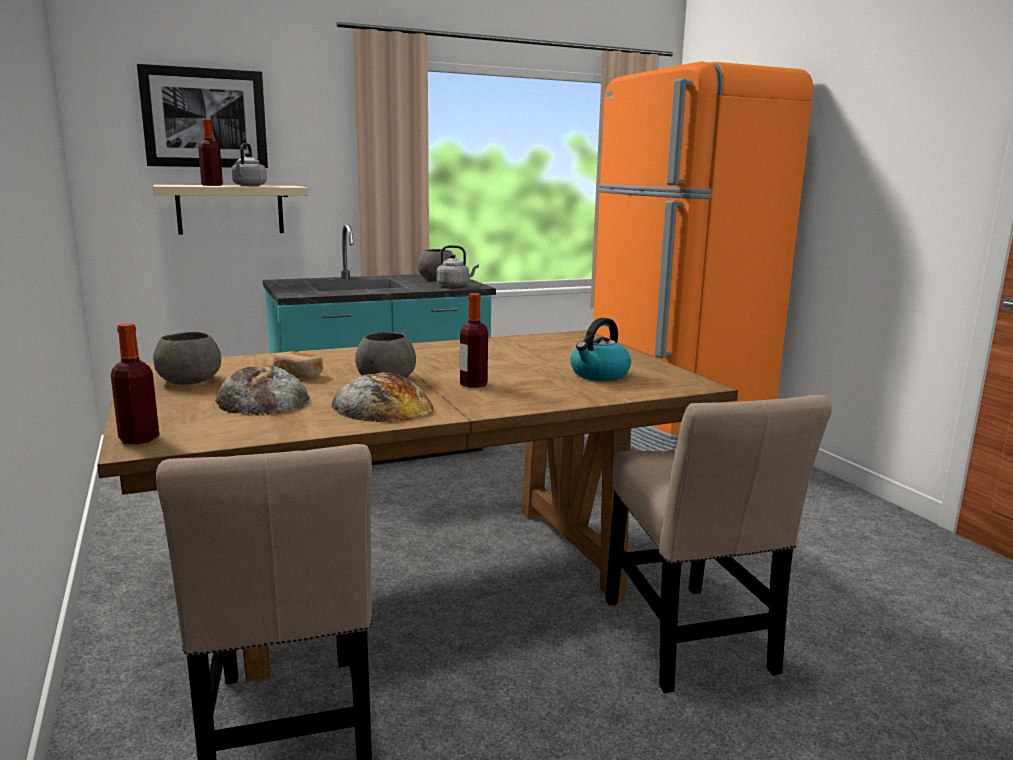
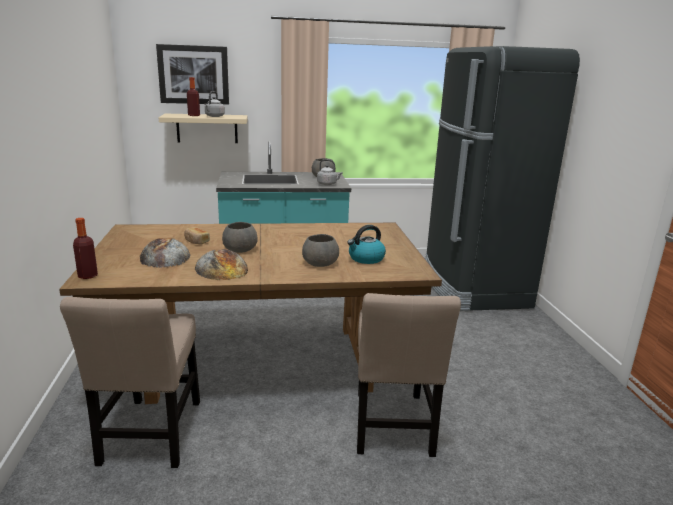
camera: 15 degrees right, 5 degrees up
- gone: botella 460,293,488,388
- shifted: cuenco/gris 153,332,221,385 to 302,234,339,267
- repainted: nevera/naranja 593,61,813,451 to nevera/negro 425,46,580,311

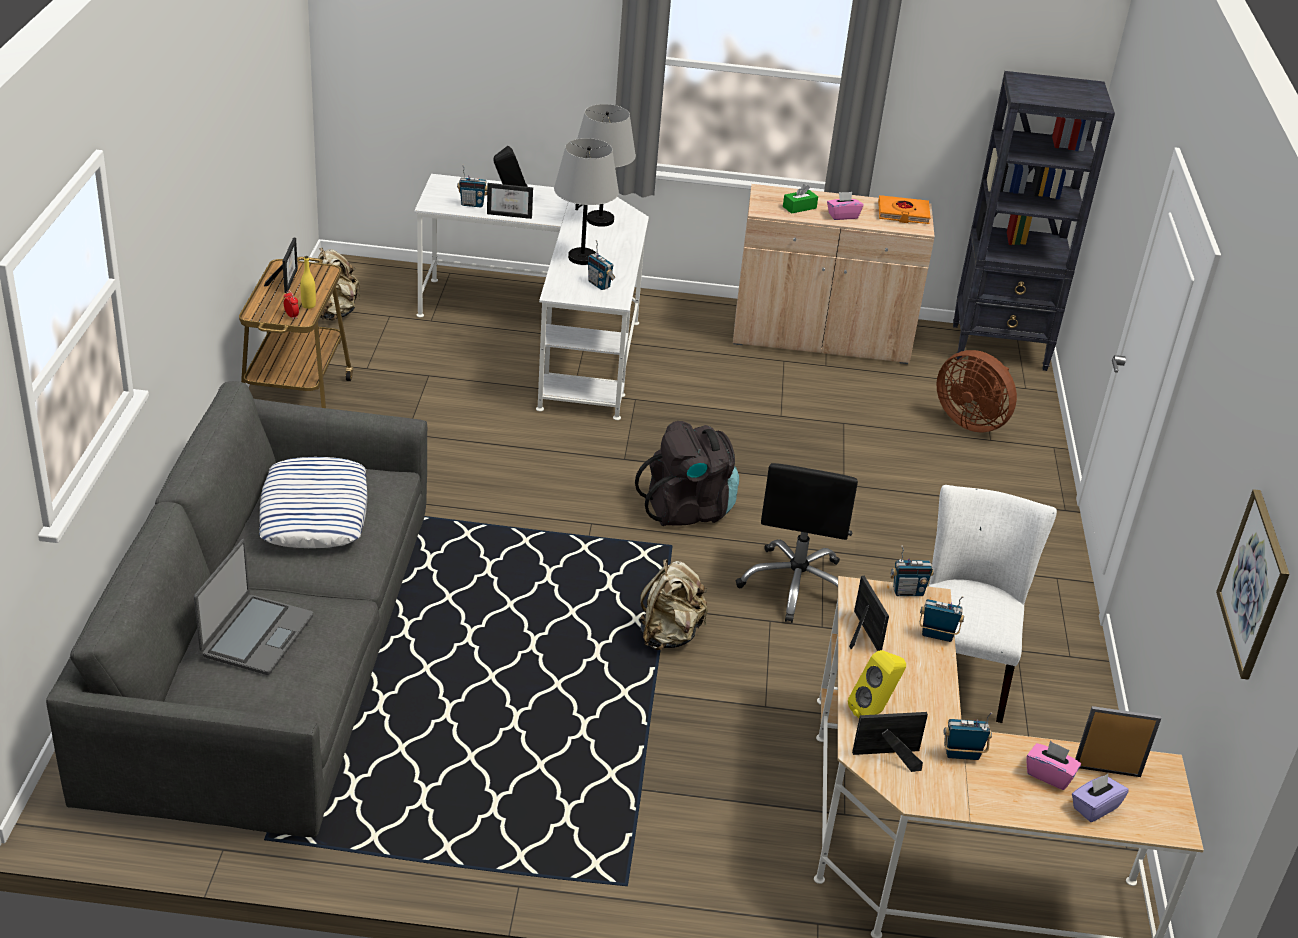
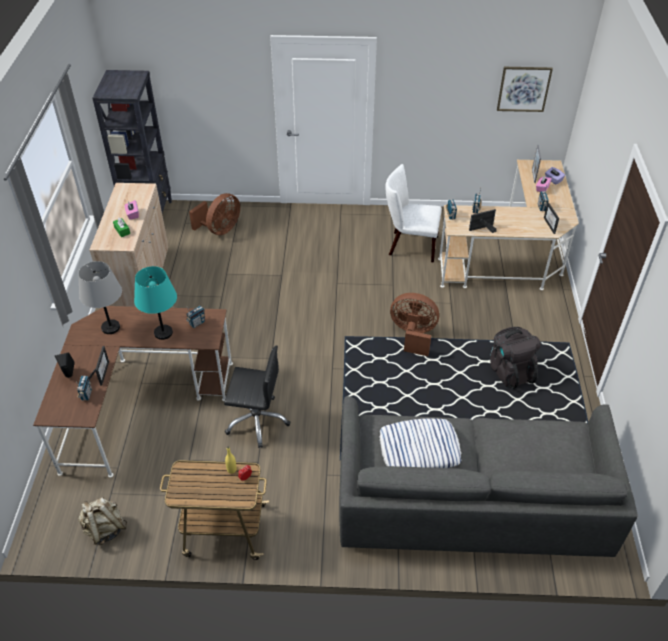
camera: 90 degrees left, 10 degrees up
- gone: portátil 194,539,313,675
- gone: portarretratos 264,237,298,293
- gone: altavoz/amarillo 848,650,906,718
- gone: libro/naranja 878,195,931,224
- shifted: mochila/negro 635,421,739,526 to 490,327,541,389
- shifted: silla de oficina/negro 736,463,858,623 to 224,345,290,448
- swapped: mochila/beis 640,559,708,650 to ventilador/marrón 390,293,439,356
- repainted: escritorio/blanco 414,174,649,420 to escritorio/marrón 33,306,233,478
- repainted: lámpara de mesa/gris 554,138,619,265 to lámpara de mesa/turquesa 134,266,177,340

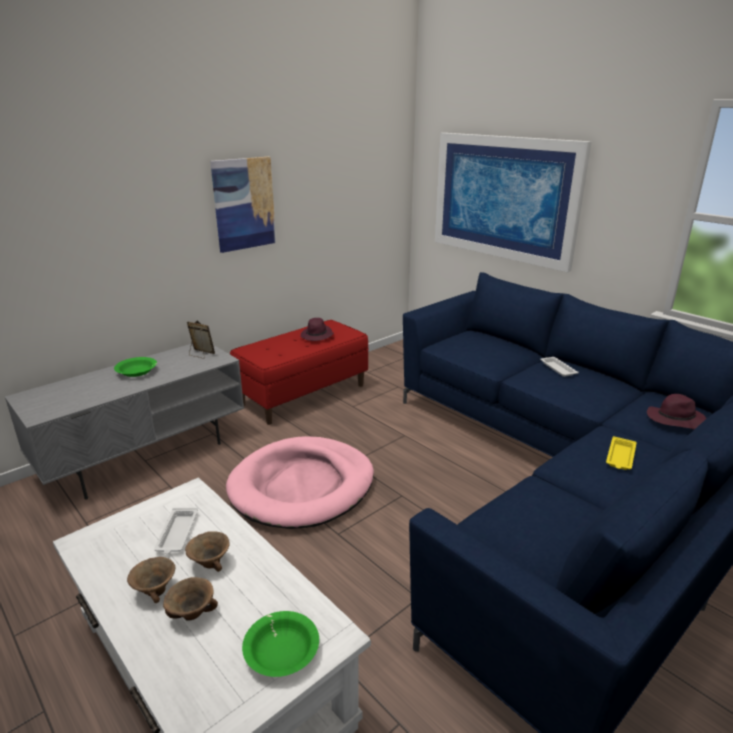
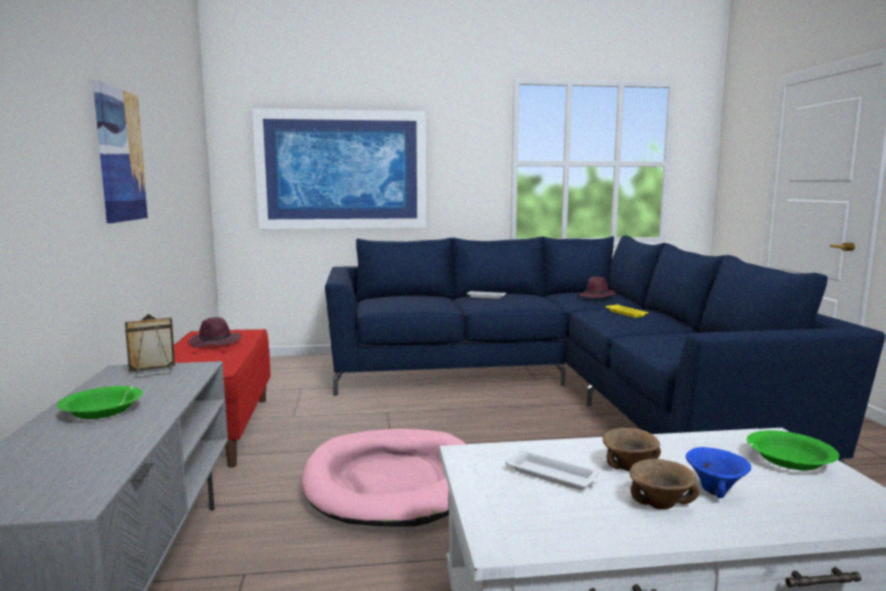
camera: 55 degrees left, 15 degrees down
- repainted: cuenco/marrón 163,577,218,621 to cuenco/azul 686,447,751,498

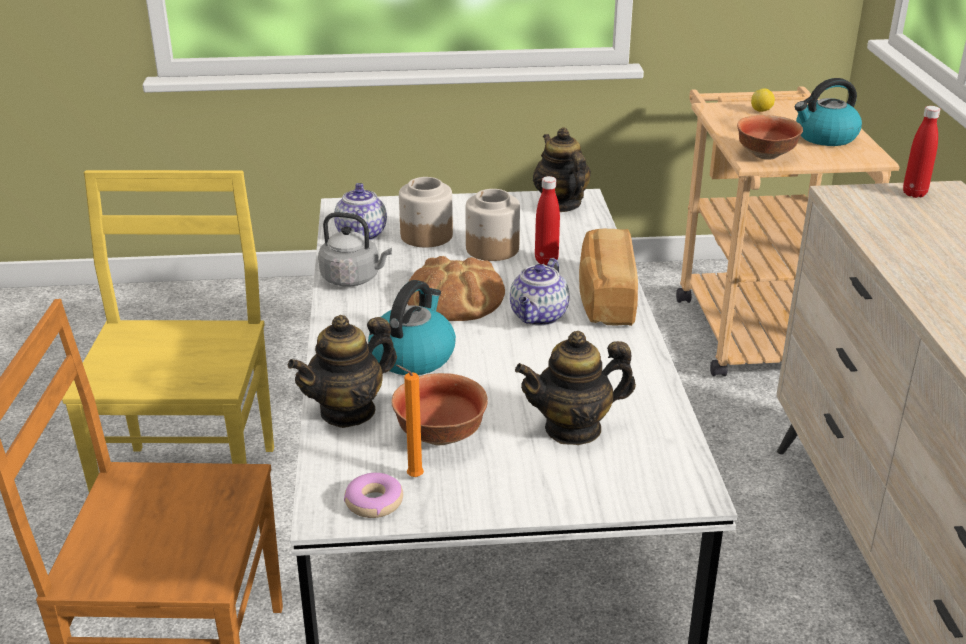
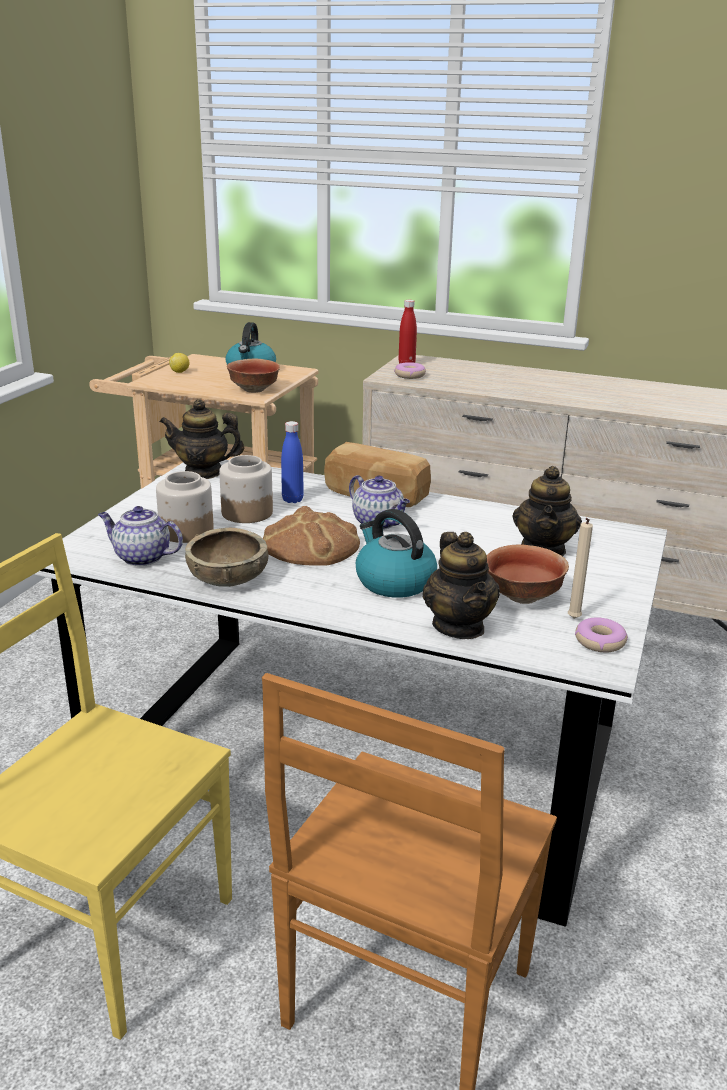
camera: 65 degrees left, 5 degrees down
- new: rosquilla 394,362,426,379
- swapped: hervidor/gris 318,212,392,287 to cuenco/marrón 185,528,269,587
- repainted: vela/naranja 396,365,424,477 to vela/beis 568,518,593,619
- repainted: botella/rojo 535,176,560,265 to botella/azul 281,421,304,503

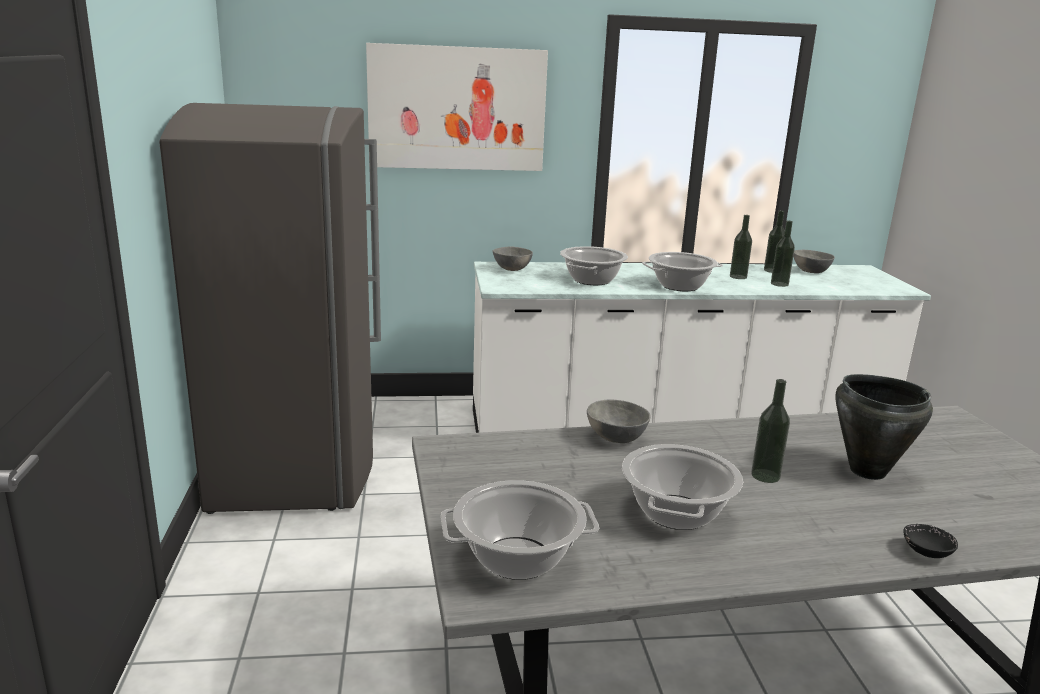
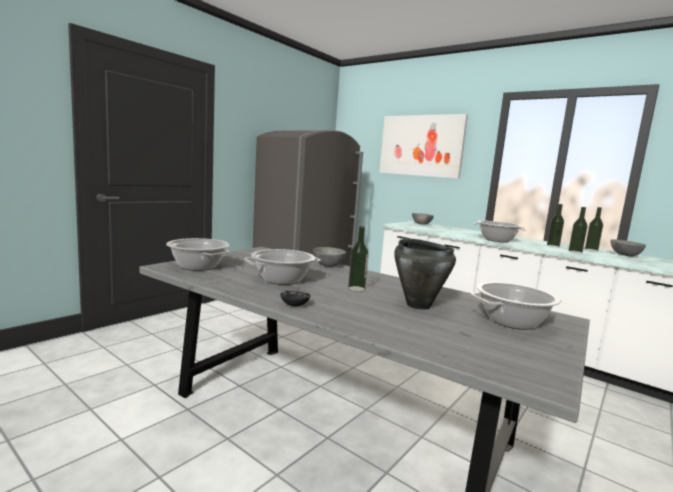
camera: 45 degrees right, 10 degrees down
- shifted: olla 560,246,628,285 to 471,282,562,330
- shifted: cuenco/negro 903,524,958,558 to 280,290,311,306

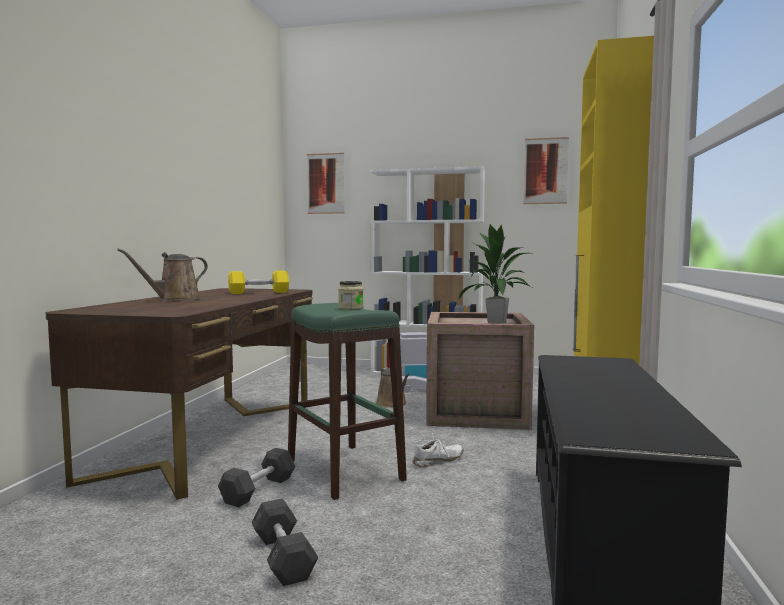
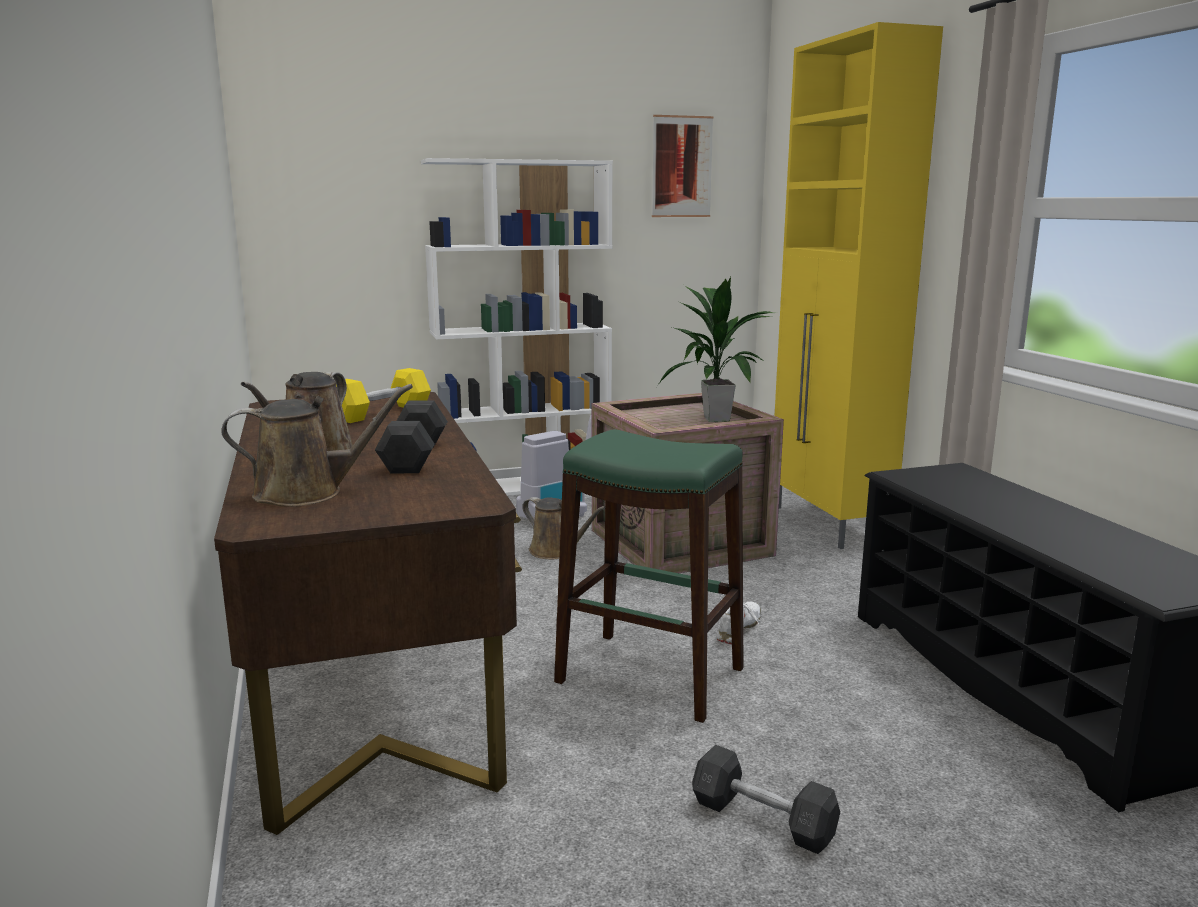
camera: 30 degrees left, 10 degrees up
- gone: cuadro 307,153,345,214
- gone: tarro 338,281,364,310
- new: regadera/marrón 221,384,413,507
- shifted: mancuerna/gris 218,448,295,507 to 375,400,448,473

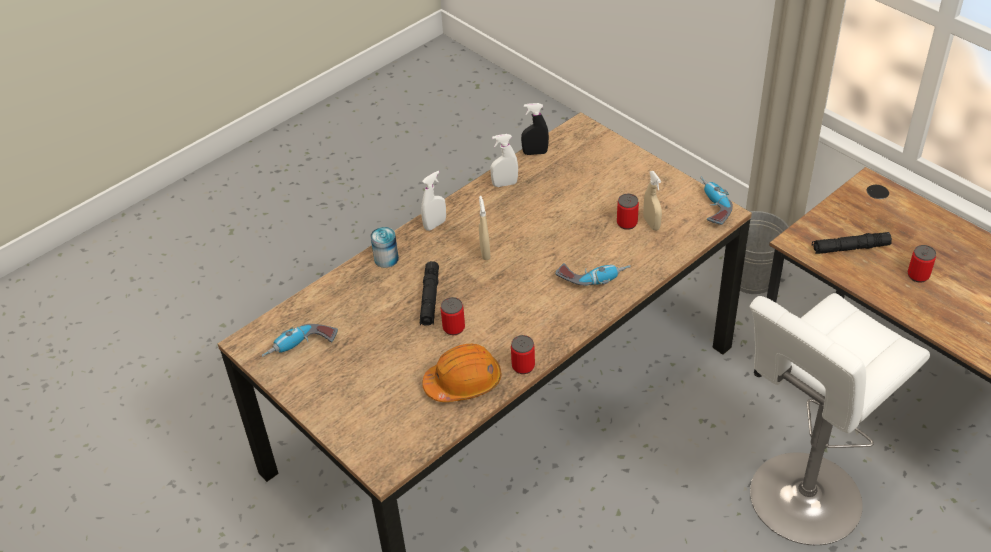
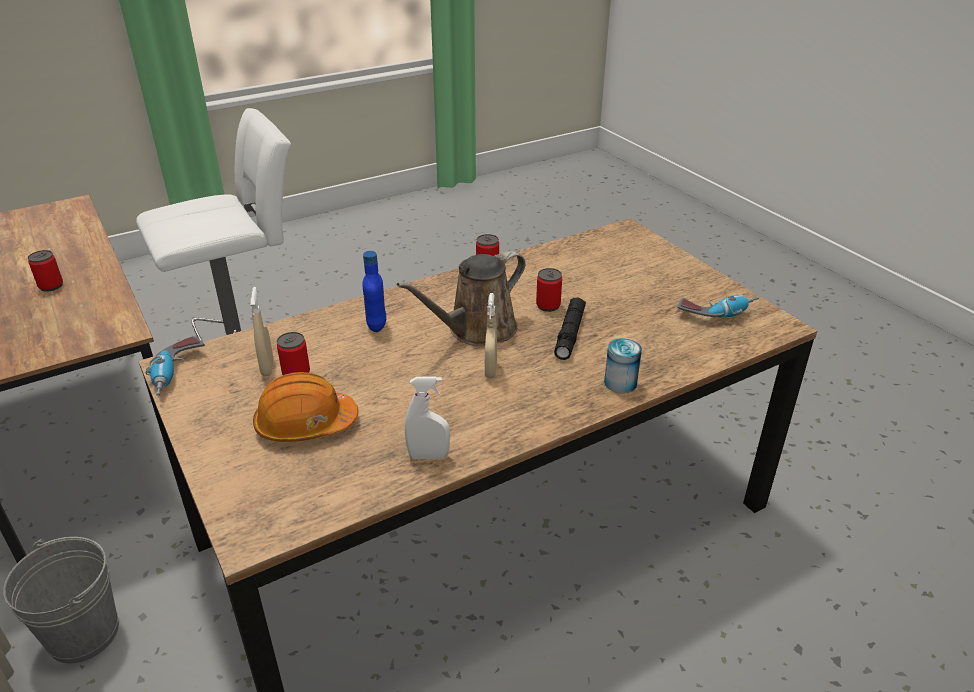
camera: 170 degrees left, 10 degrees down
- gone: pulverizador/blanco 421,171,446,231
- gone: pulverizador/negro 521,103,549,155
- gone: linterna/negro 812,232,892,254
- new: regadera/marrón 397,251,525,346
- shifted: casco/naranja 422,344,501,402 to 253,372,358,442
- swapped: taladro 555,263,631,286 to botella/azul 363,251,386,332

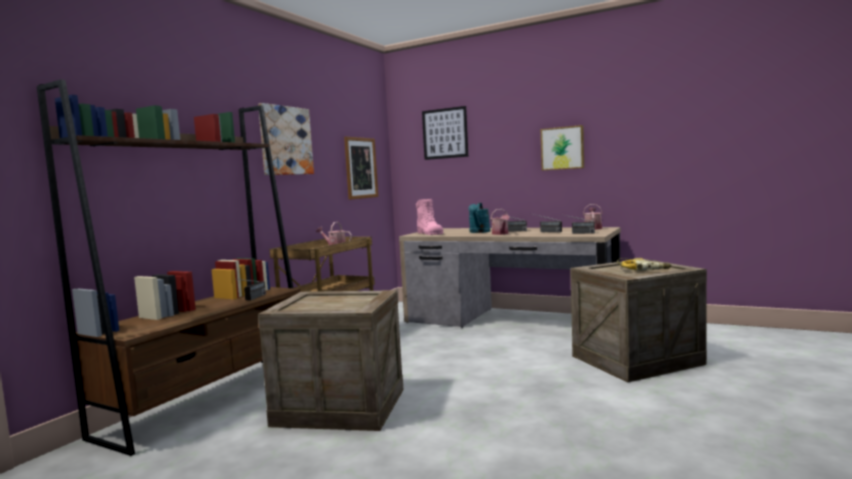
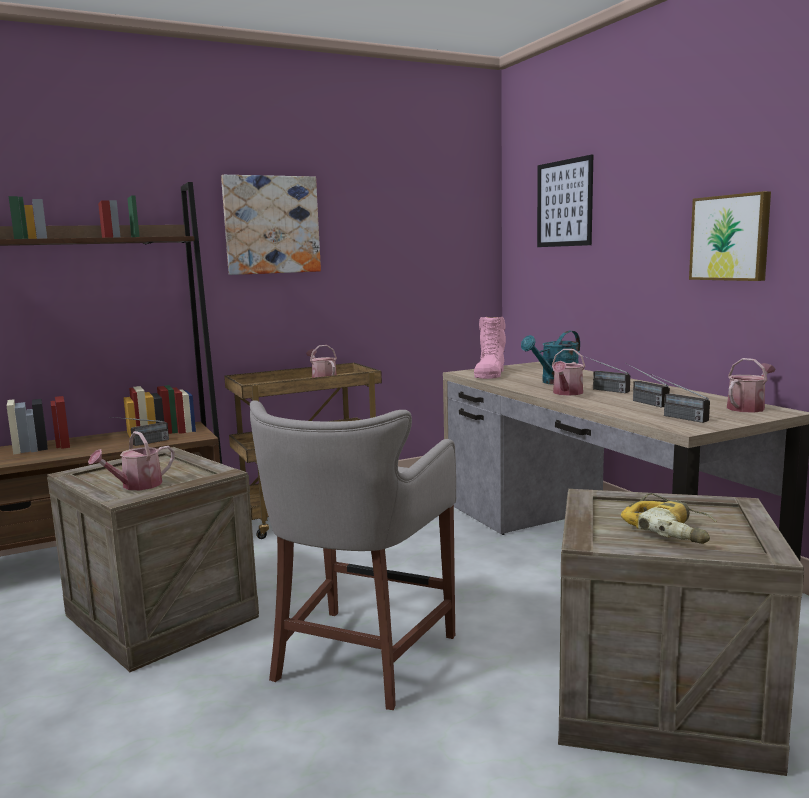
camera: 35 degrees right, 5 degrees up
- gone: cuadro 344,137,378,200
- new: regadera 88,431,175,490
- new: taburete/gris 250,400,456,710

